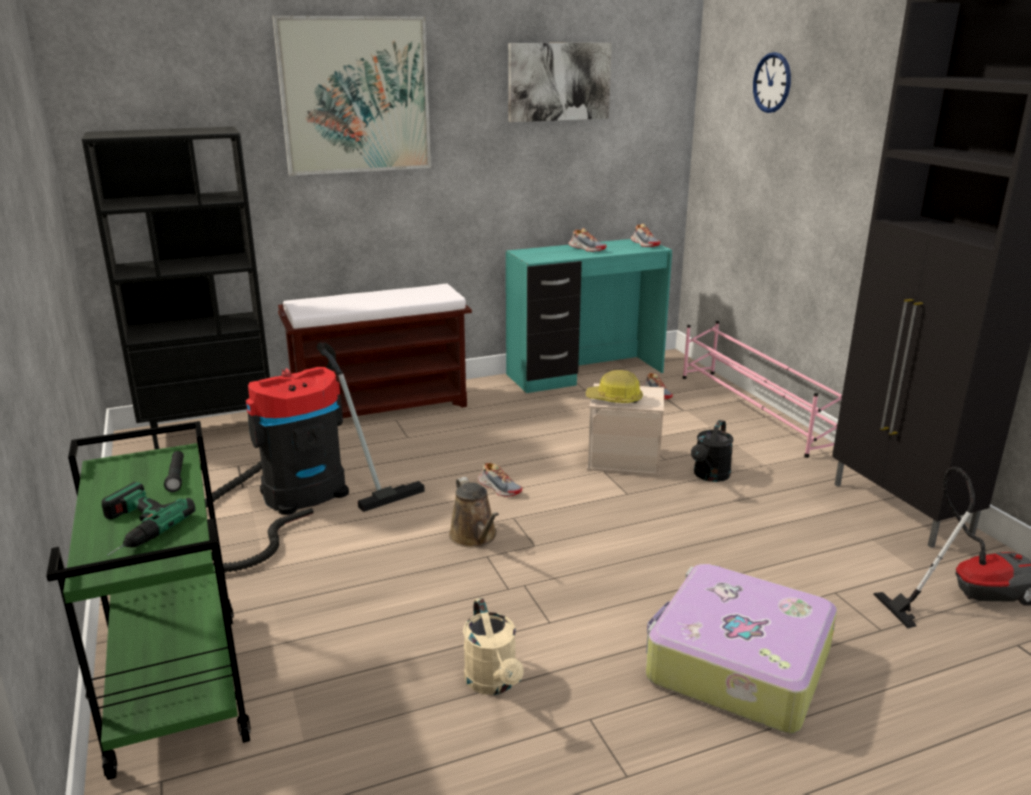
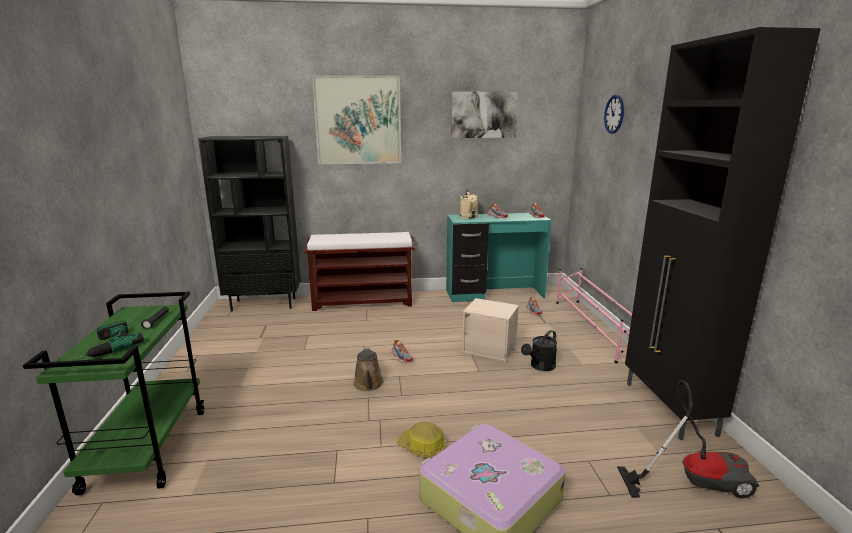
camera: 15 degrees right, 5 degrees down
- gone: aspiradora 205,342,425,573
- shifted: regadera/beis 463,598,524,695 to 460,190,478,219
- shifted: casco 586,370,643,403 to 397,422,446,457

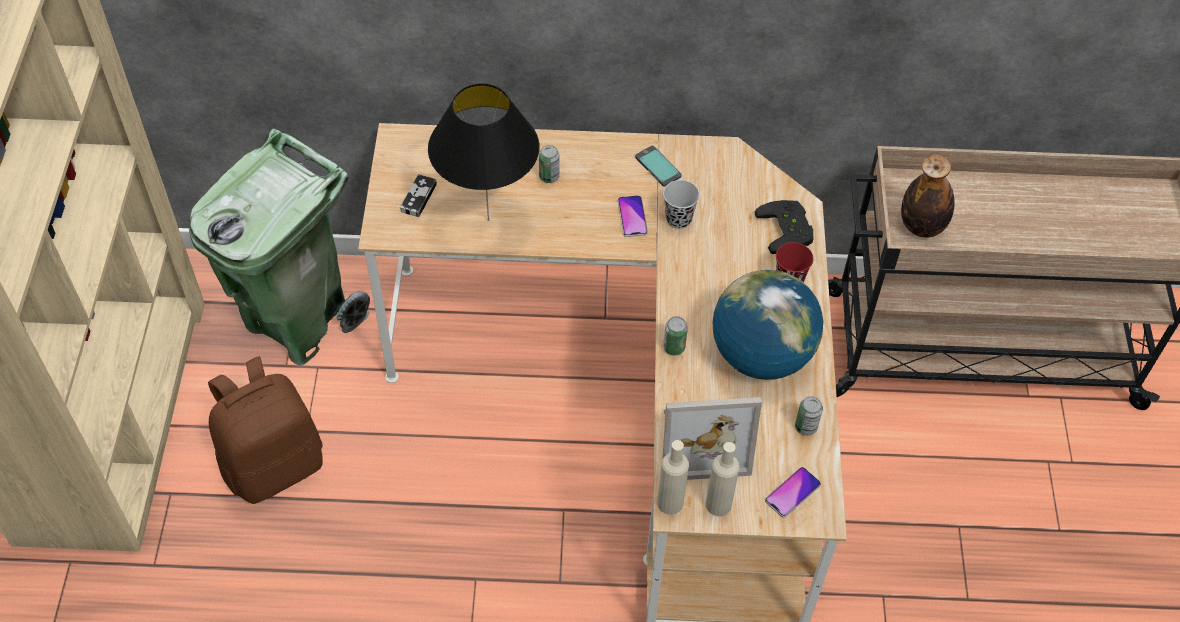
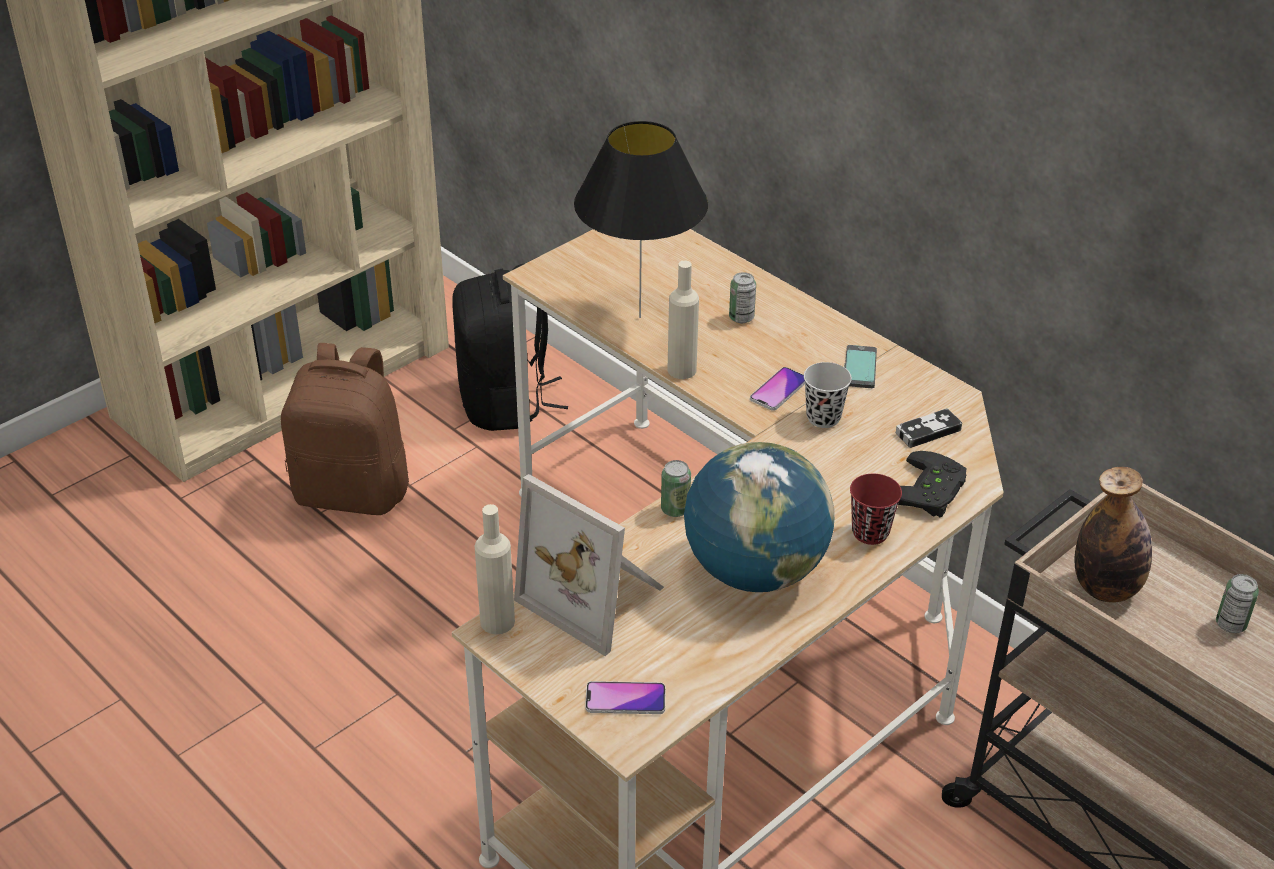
camera: 45 degrees right, 15 degrees down
- shifted: mando de consola 400,174,437,217 to 896,408,962,448
- shifted: botella/beis 705,442,740,516 to 667,260,699,379
- shifted: lata 795,396,823,436 to 1216,574,1259,633
- swapped: papelera/verde 189,128,370,366 to mochila/negro 452,264,568,431

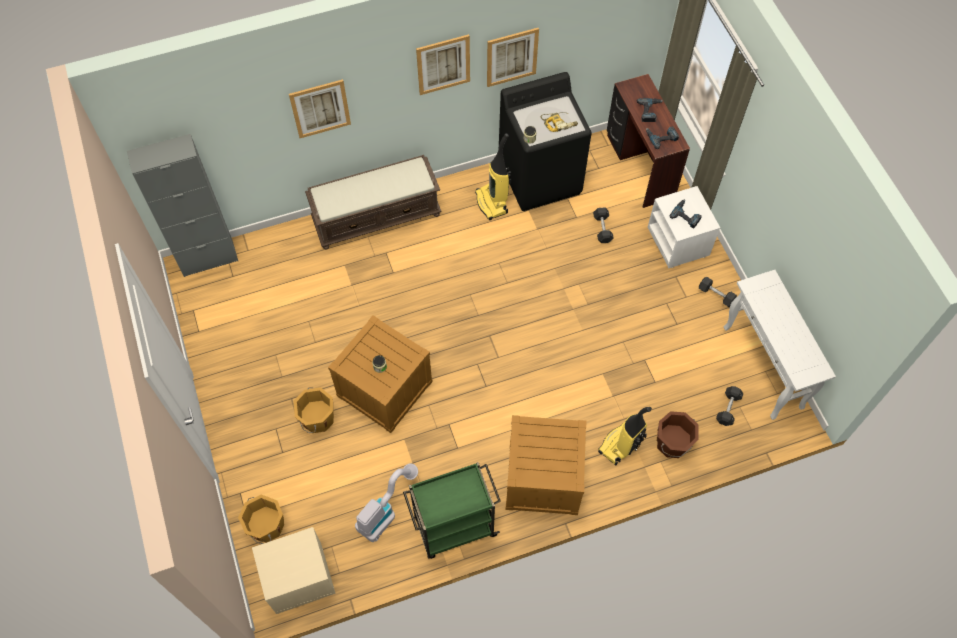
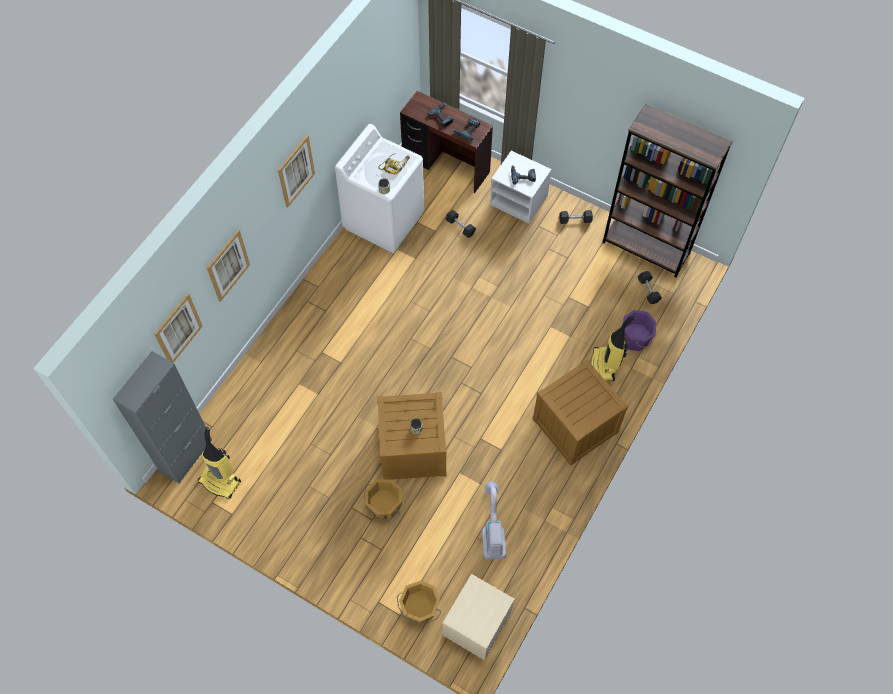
camera: 40 degrees left, 0 degrees up
- gone: banco/marrón 305,155,442,249
- gone: carrito/verde 403,462,501,559
- shifted: aspiradora 475,133,511,220 to 198,427,241,499
- shifted: cuadro 487,28,539,87 to 154,293,202,363
- swapped: mesa consola/blanco 724,270,836,420 to estantería/marrón 602,104,733,278
- repainted: lavadora/negro 499,72,592,211 to lavadora/blanco 335,124,424,253
- repainted: cubo/marrón 657,411,699,458 to cubo/morado 623,310,656,351

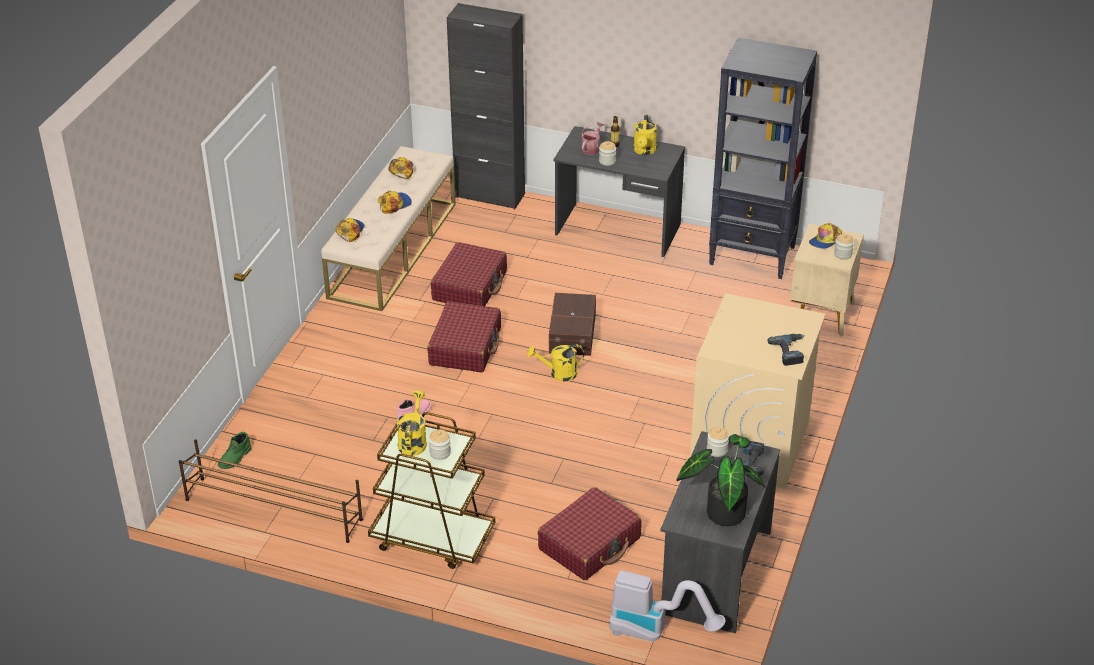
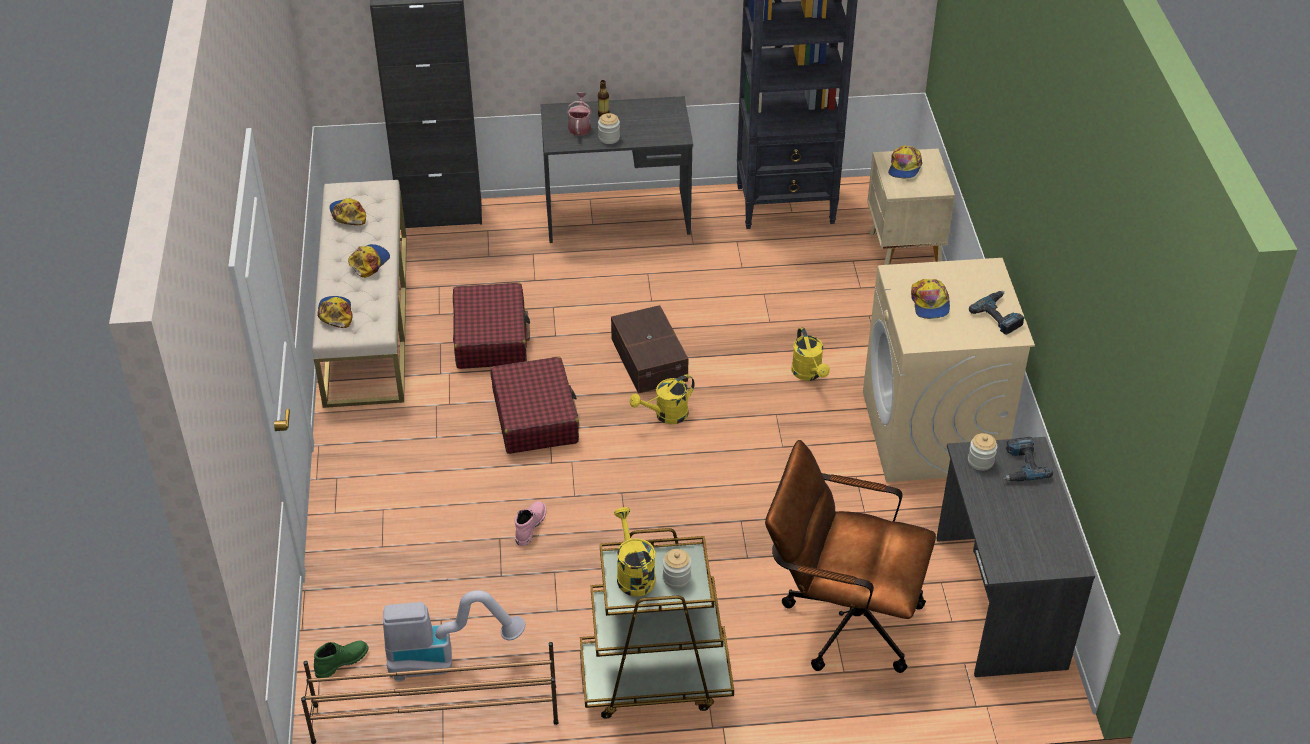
camera: 25 degrees left, 5 degrees up
- gone: planta en maceta 676,434,765,526
- gone: tarro 834,234,854,260
- new: gorra 911,279,950,319
- shifted: aspiradora 609,571,726,642 to 383,590,525,681
- shifted: regadera/amarillo 633,115,657,155 to 791,327,830,381
- swapped: maleta/rojo 538,487,642,580 to silla de oficina/marrón 765,440,936,673
- rotated: bota/verde 218,432,251,469 = 314,640,369,678 135 degrees counterclockwise

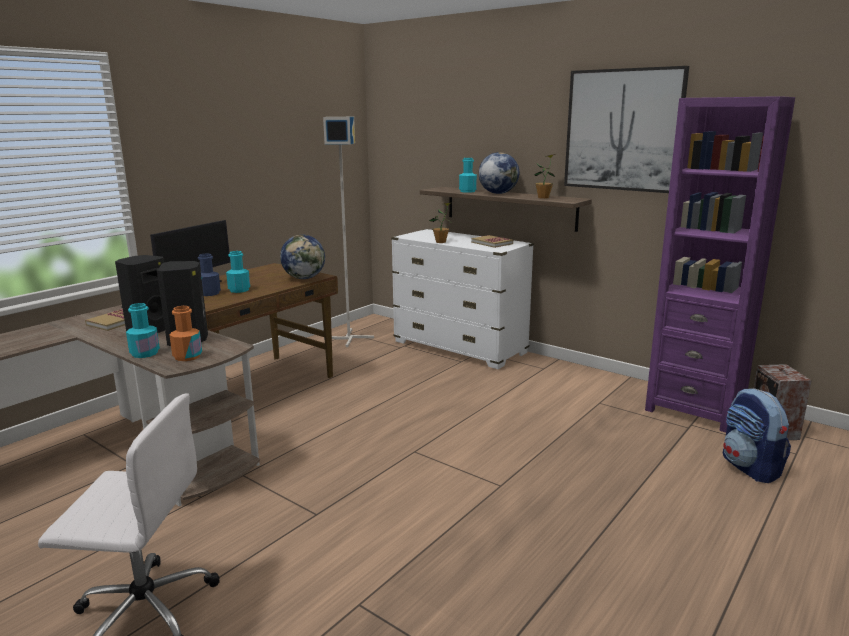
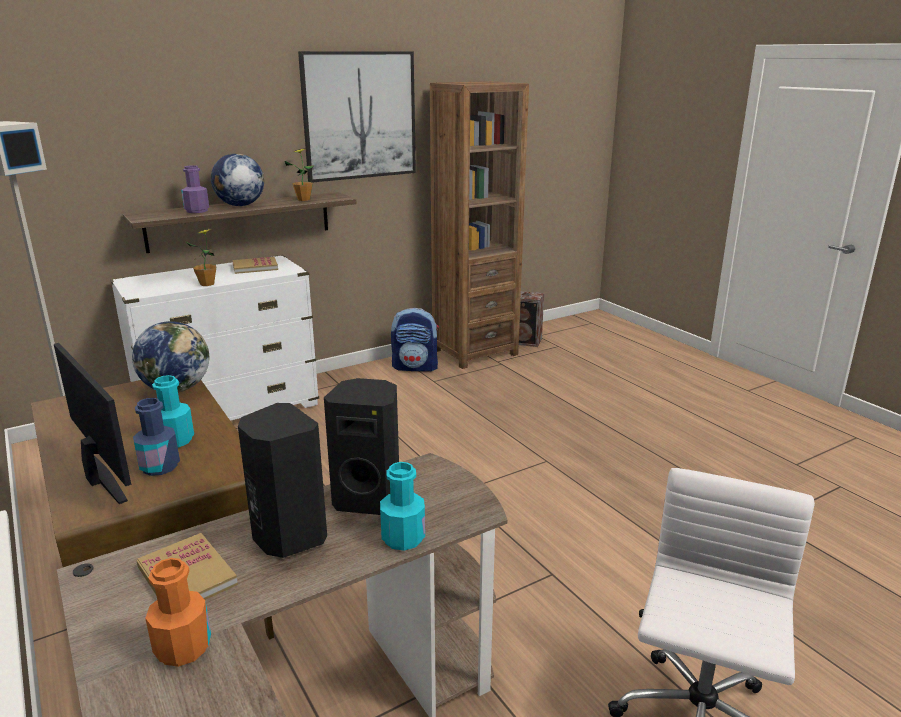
camera: 70 degrees left, 5 degrees up
- shifted: botella/naranja 169,306,202,361 to 145,558,211,667
- shifted: mochila 723,388,791,483 to 391,308,439,372
- repainted: botella/turquesa 459,158,477,193 to botella/morado 181,165,209,213
- repainted: estantería/morado 645,96,795,432 to estantería/marrón 430,81,529,369

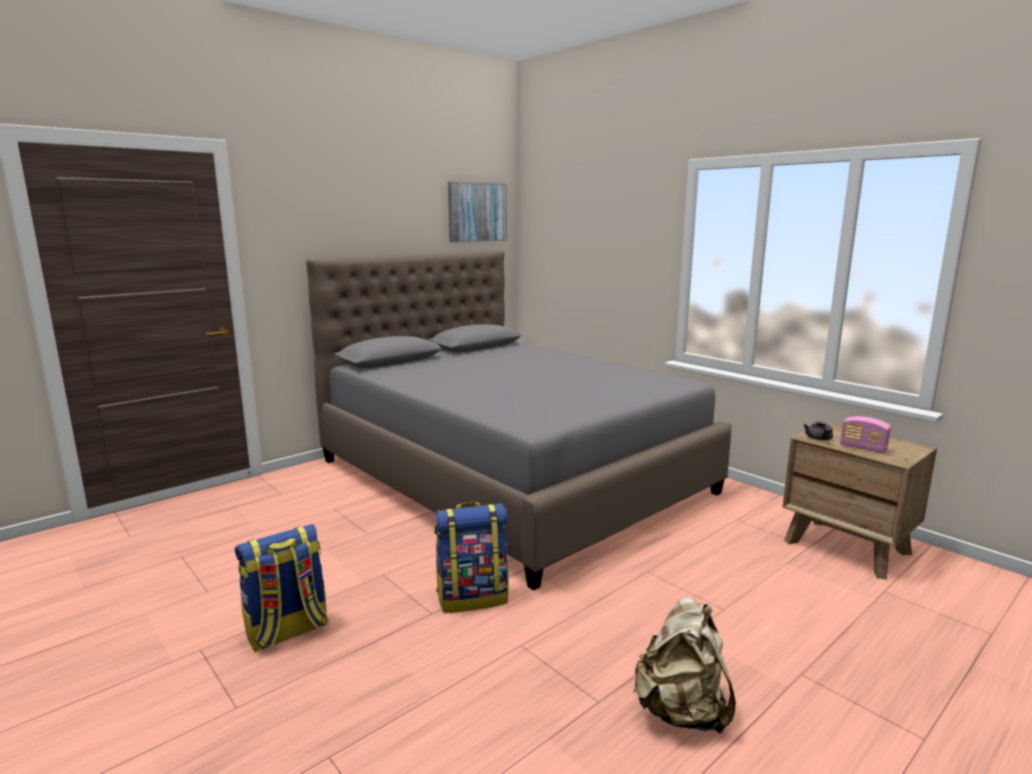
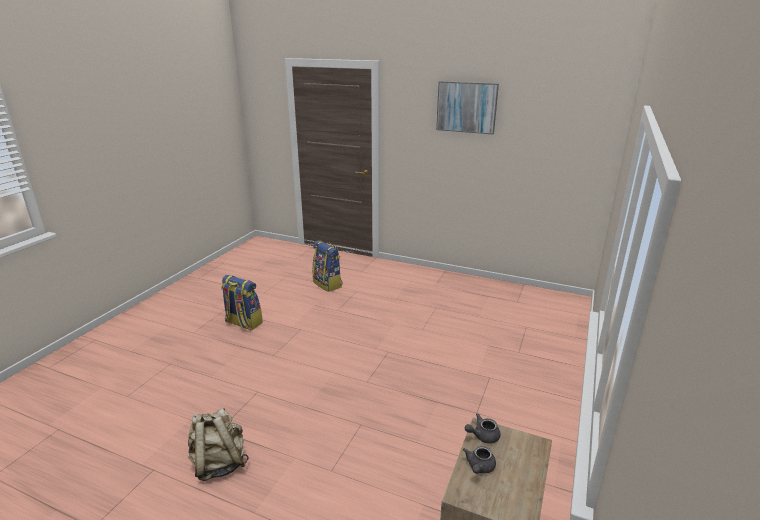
camera: 65 degrees right, 10 degrees up
- gone: cama/gris 306,250,732,590
- shifted: mochila 434,502,508,613 to 312,240,342,292
- shifted: cuadro 448,182,507,243 to 436,81,499,134
- swapped: radio 840,416,891,453 to tetera/gris 463,446,496,474

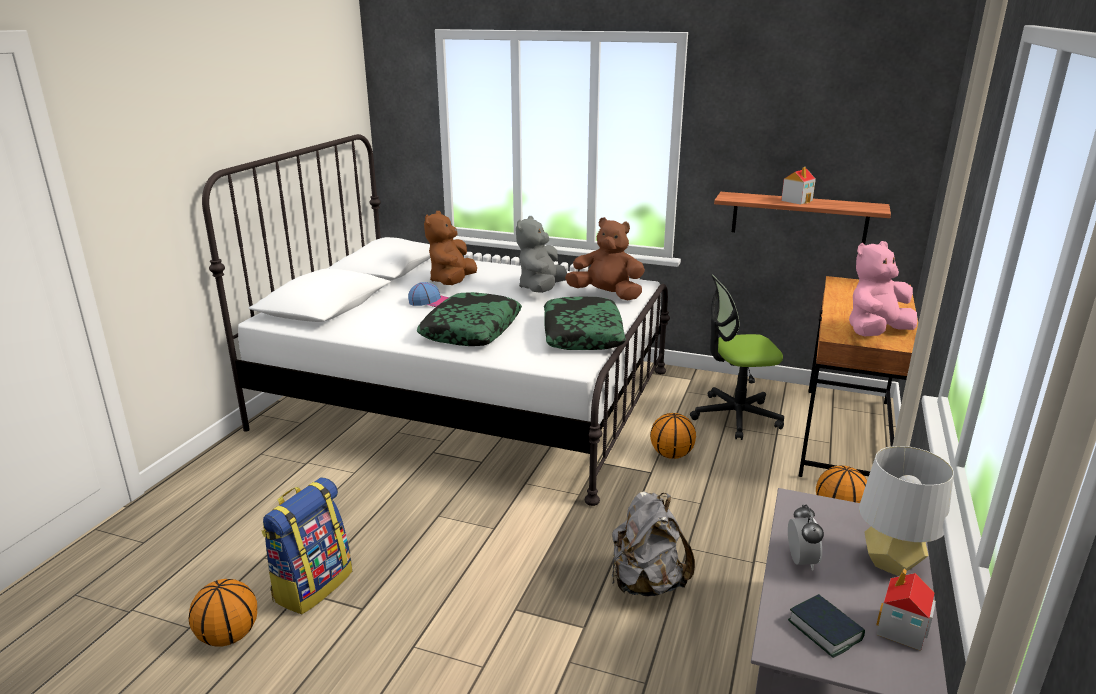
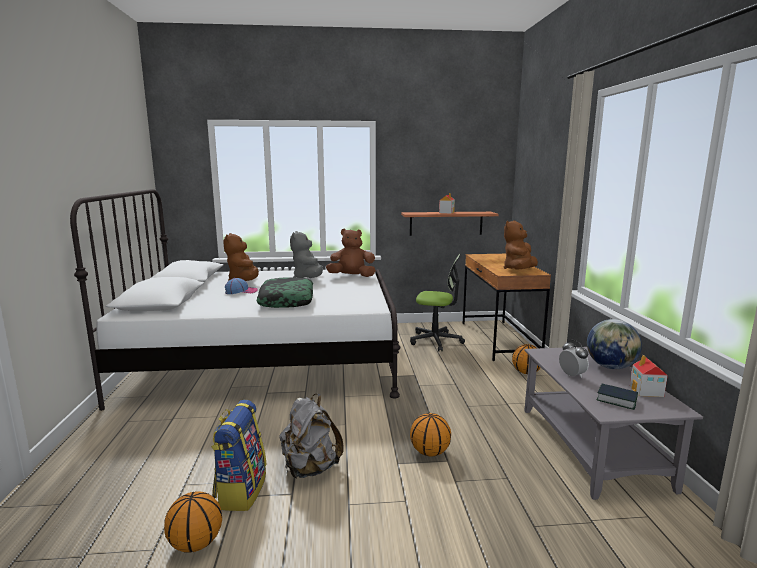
camera: 25 degrees left, 10 degrees down
- gone: cojín 544,297,626,350
- shifted: mochila/gris 612,491,695,596 to 279,394,344,479
- shifted: balón de baloncesto 650,413,696,459 to 410,413,451,457
- swapped: lámpara de mesa/gris 859,446,954,576 to globo terráqueo 587,319,642,369
- repainted: peluche/rosa 849,241,917,336 to peluche/marrón 503,220,538,270
- rotated: silla de oficina 690,274,784,440 = 410,254,465,351 135 degrees counterclockwise

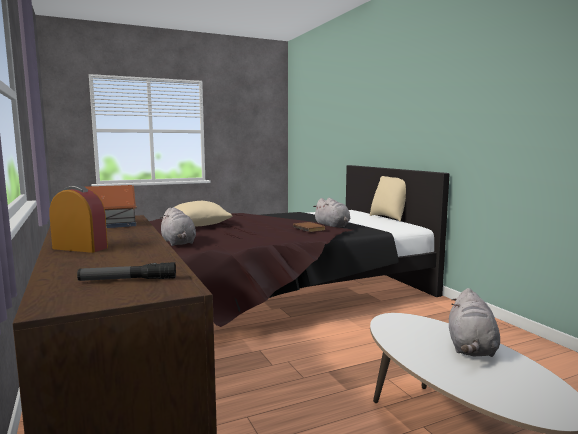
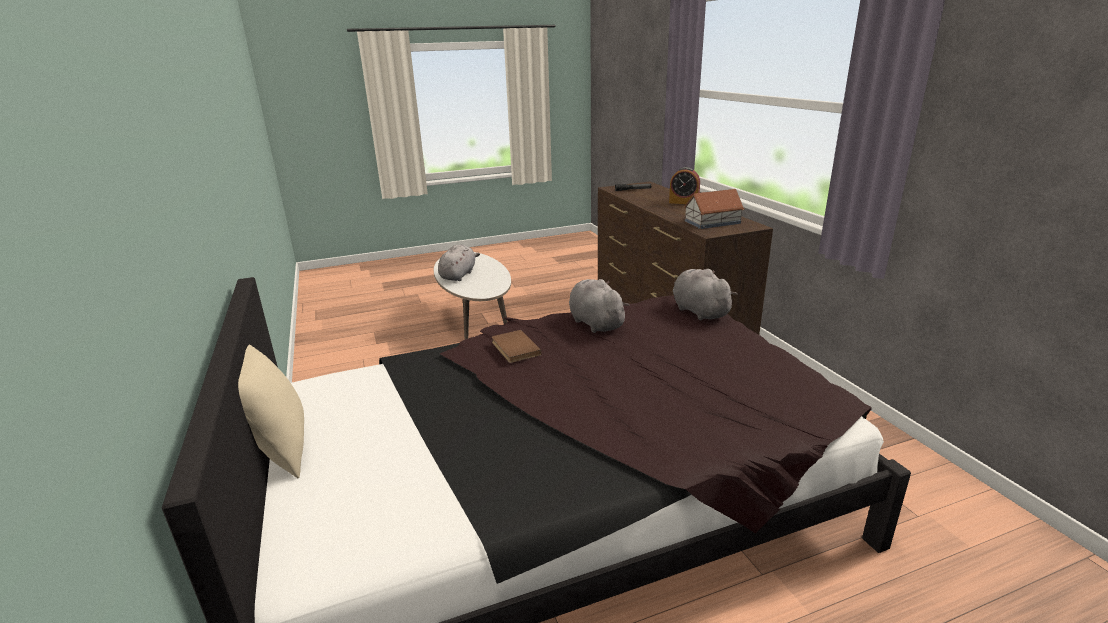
camera: 175 degrees left, 15 degrees up
- gone: cojín/beis 174,201,232,226
- shifted: peluche/gris 313,198,351,227 to 569,279,629,333

